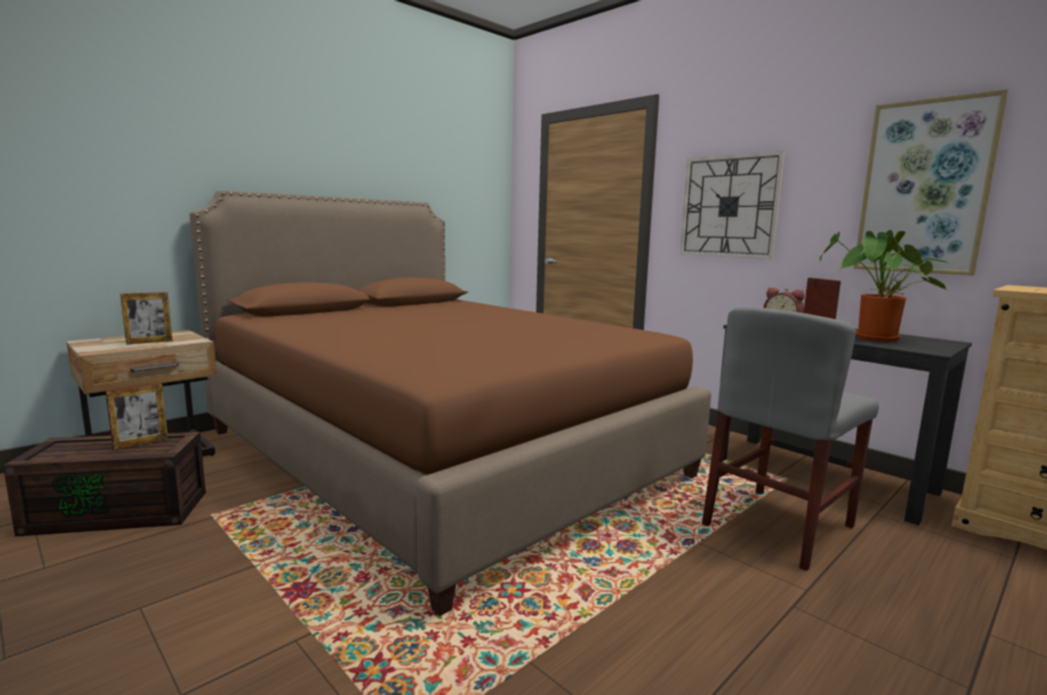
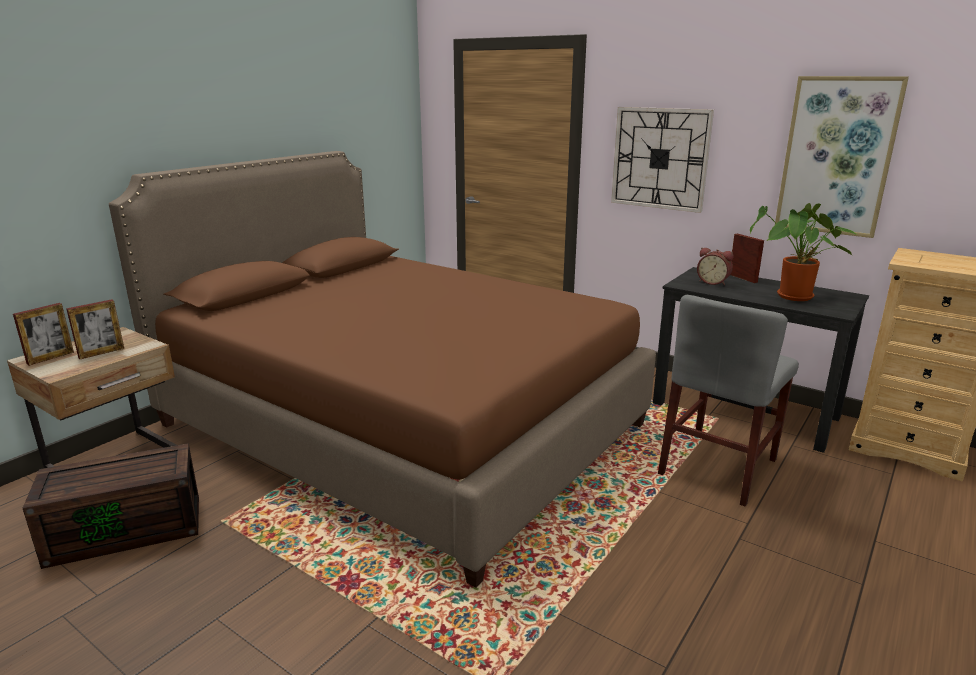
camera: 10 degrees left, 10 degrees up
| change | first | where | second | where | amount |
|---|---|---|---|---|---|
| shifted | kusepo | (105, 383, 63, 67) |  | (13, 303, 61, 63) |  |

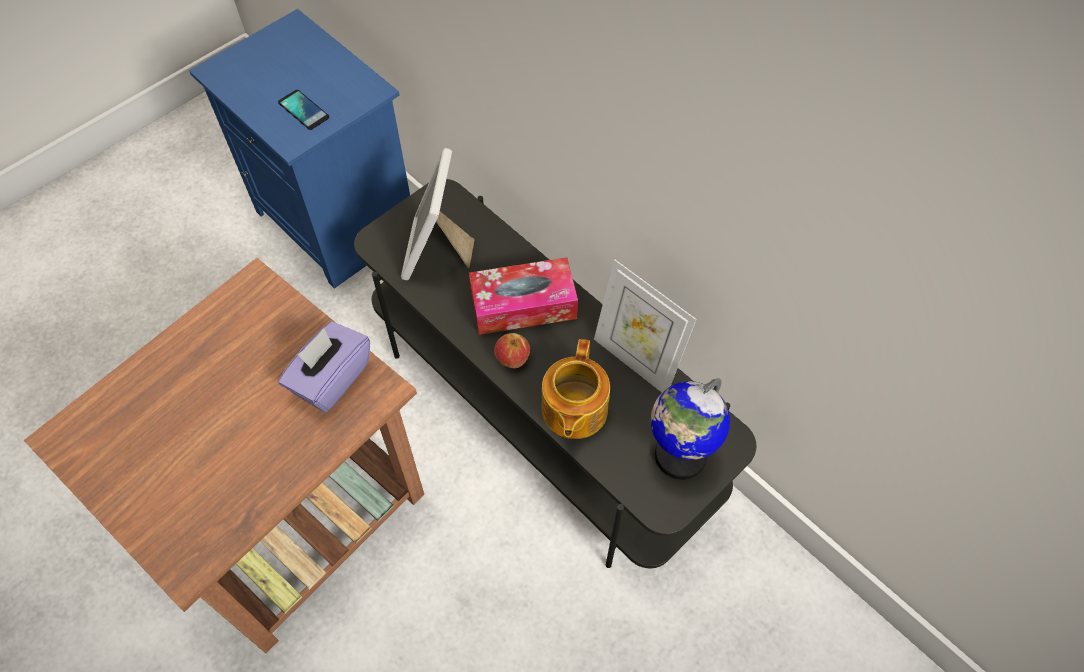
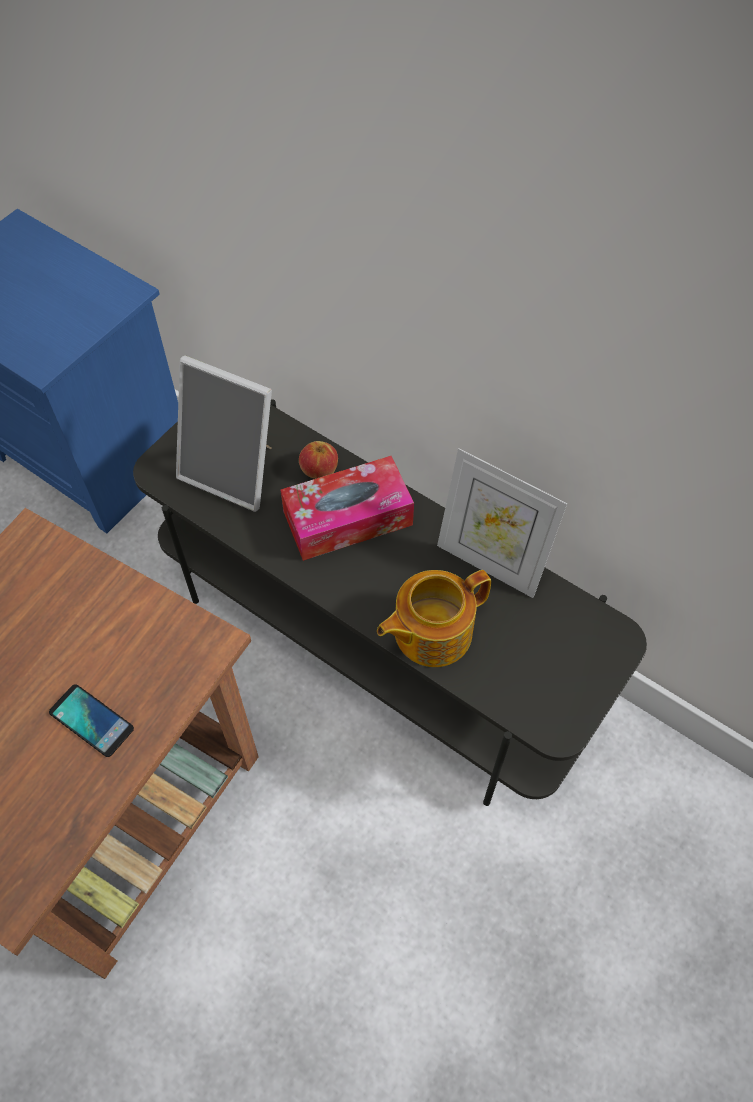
camera: 10 degrees left, 0 degrees up
| change | first | where | second | where | amount |
|---|---|---|---|---|---|
| shifted | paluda | (278, 90, 51, 40) |  | (49, 684, 85, 73) |  |
| gone | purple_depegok | (278, 321, 92, 91) |  |  |  |
| rotated | kusepo | (401, 148, 73, 132) |  | (176, 355, 96, 157) | 60 degrees counterclockwise |
| shifted | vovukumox | (494, 333, 36, 35) |  | (299, 441, 39, 38) |  |
| rotated | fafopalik | (542, 339, 68, 100) |  | (377, 570, 114, 97) | 60 degrees clockwise |
| gone | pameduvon | (651, 378, 79, 102) |  |  |  |

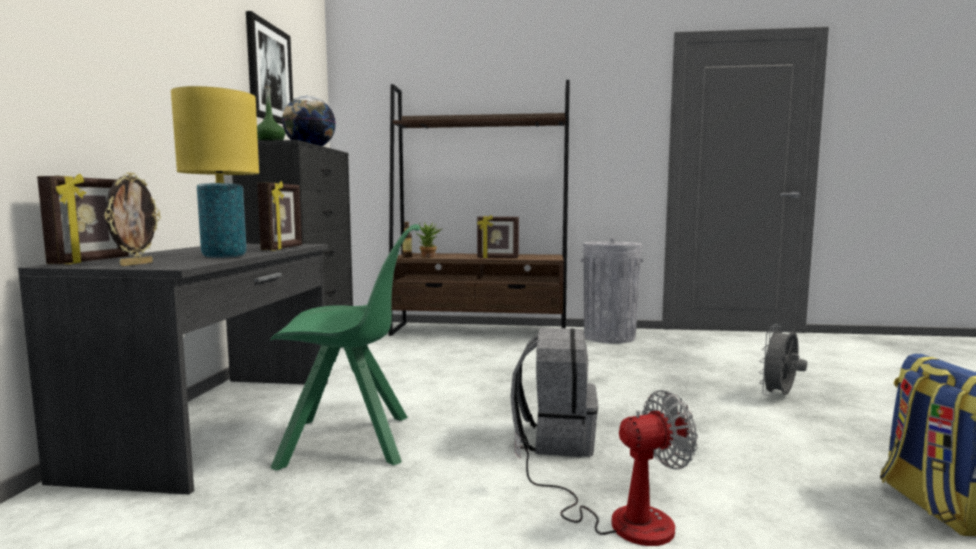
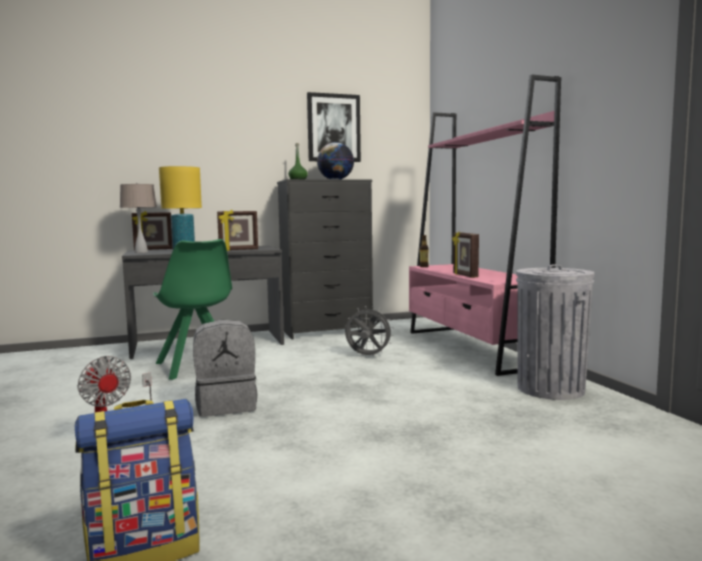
camera: 65 degrees right, 0 degrees up
| change | first | where | second | where | amount |
|---|---|---|---|---|---|
| swapped | kusepo | (104, 172, 57, 94) | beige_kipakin | (120, 183, 37, 70) |  |
| repainted | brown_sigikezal | (388, 80, 182, 256) | pink_sigikezal | (409, 75, 152, 301) |  |
| gone | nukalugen | (416, 222, 26, 36) |  |  |  |
| shifted | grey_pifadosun | (759, 324, 48, 72) |  | (345, 306, 49, 50) |  |

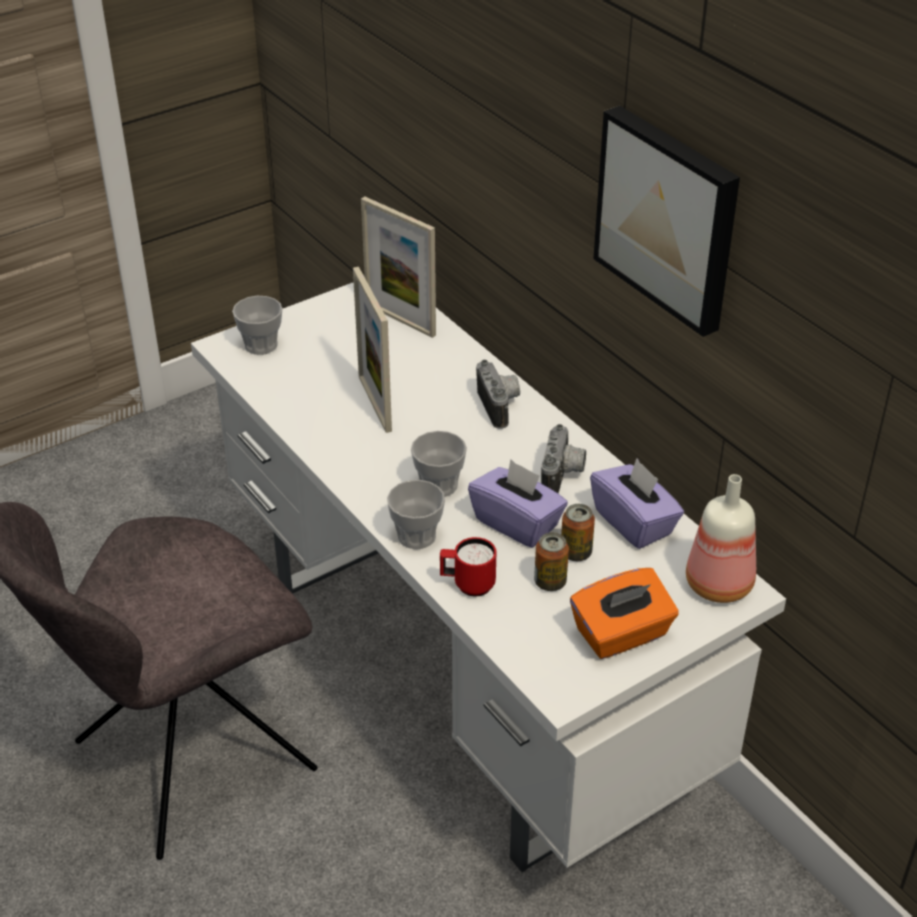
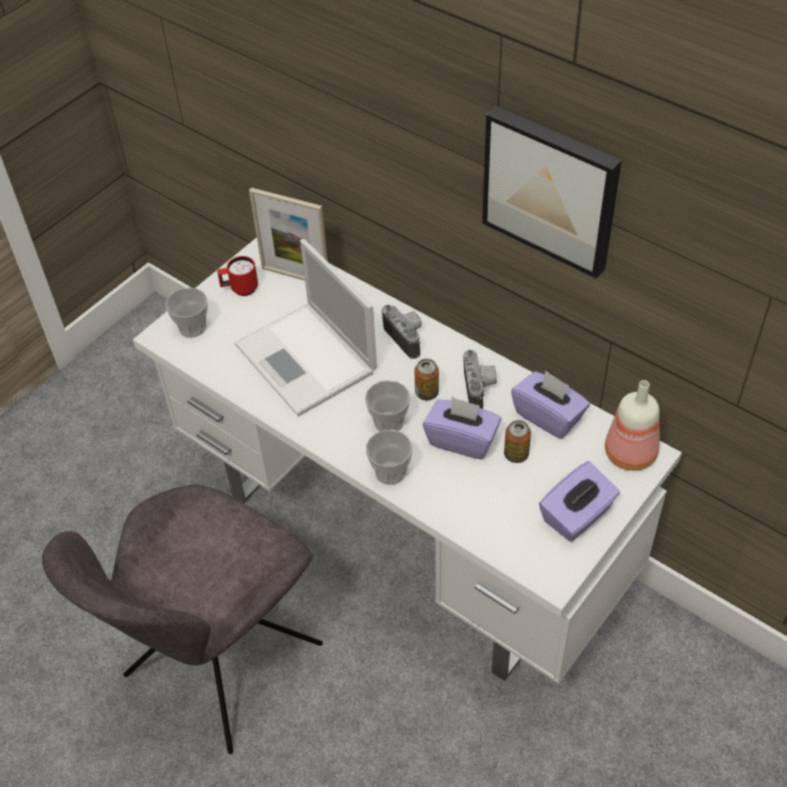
camera: 15 degrees left, 10 degrees up
| change | first | where | second | where | amount |
|---|---|---|---|---|---|
| swapped | kusepo | (353, 267, 39, 166) | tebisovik | (235, 239, 142, 177) |  |
| shifted | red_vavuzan | (440, 537, 56, 59) |  | (217, 256, 41, 40) |  |
| shifted | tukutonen | (534, 532, 35, 59) |  | (415, 359, 24, 41) |  |
| repainted | orange_depegok | (570, 568, 109, 91) | purple_depegok | (539, 461, 81, 81) |  |

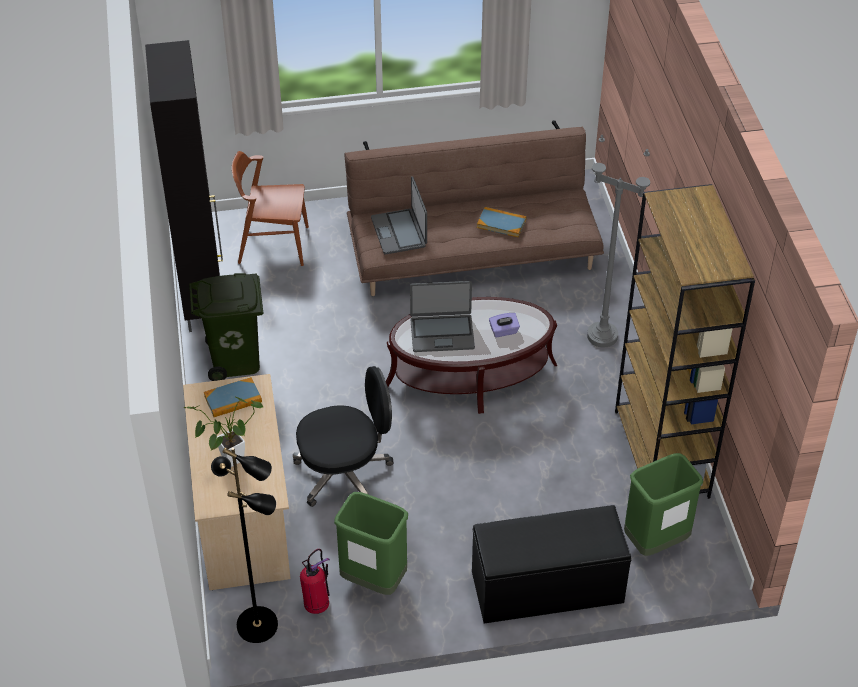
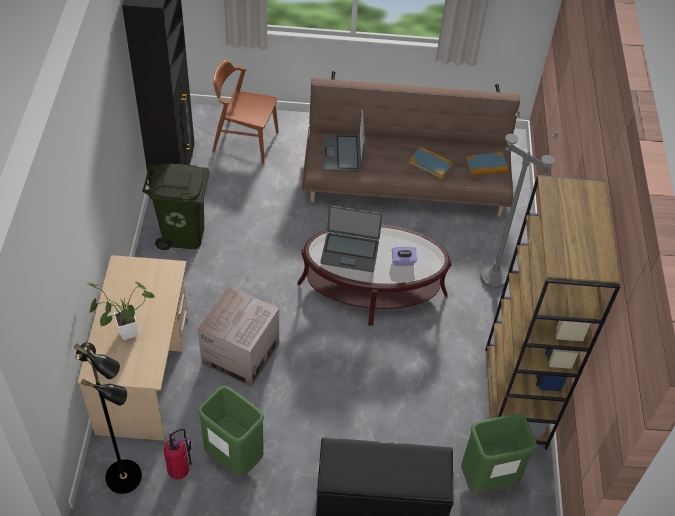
camera: 10 degrees right, 5 degrees up
| change | first | where | second | where | amount |
|---|---|---|---|---|---|
| shifted | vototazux | (204, 377, 58, 40) |  | (466, 152, 42, 23) |  |
| swapped | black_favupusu | (293, 366, 101, 141) | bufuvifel | (198, 286, 81, 101) |  |

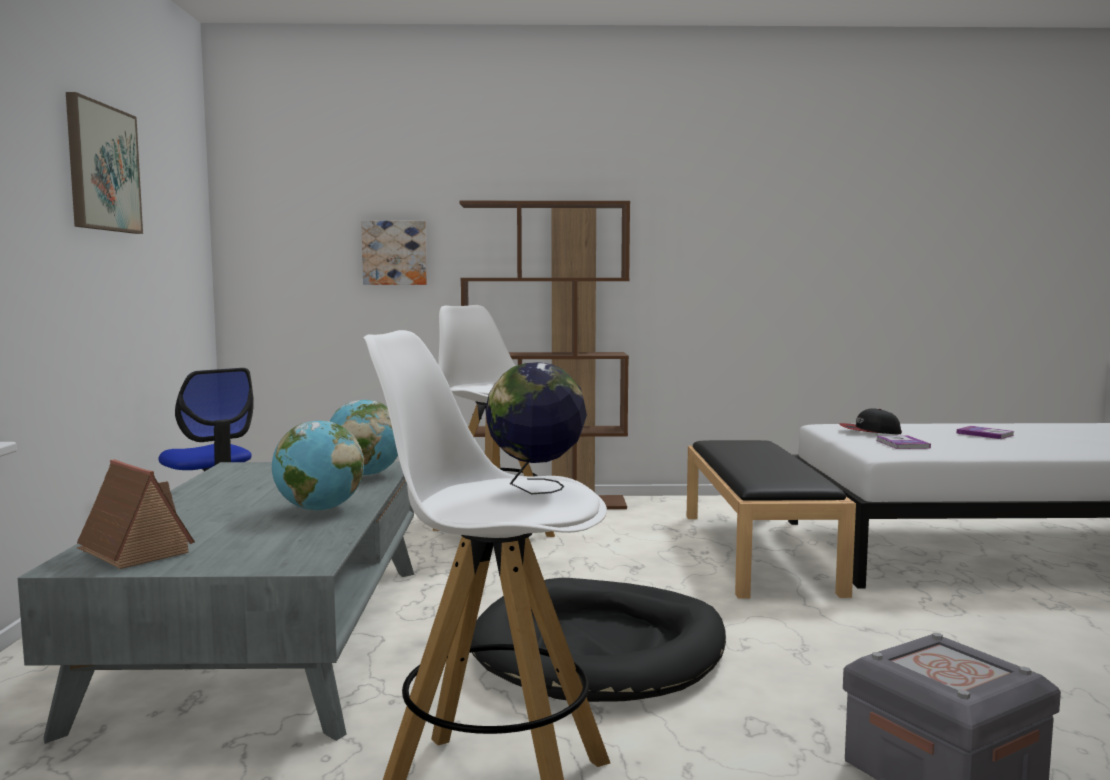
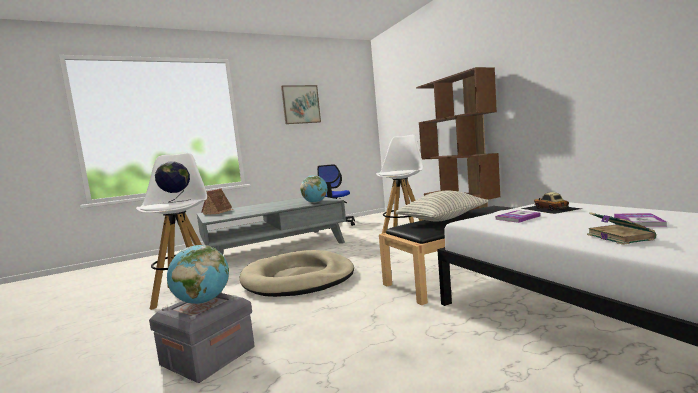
camera: 65 degrees right, 0 degrees up
| change | first | where | second | where | amount |
|---|---|---|---|---|---|
| shifted | pameduvon | (272, 421, 92, 90) |  | (167, 245, 62, 59) |  |
| gone | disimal | (361, 221, 66, 64) |  |  |  |
| repainted | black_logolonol | (471, 578, 255, 124) | beige_logolonol | (240, 250, 114, 47) |  |
| swapped | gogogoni | (839, 408, 63, 26) | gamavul | (520, 192, 61, 22) |  |
| new |  |  | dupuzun | (396, 191, 93, 30) |  |
| new |  |  | vototazux | (587, 212, 69, 33) |  |

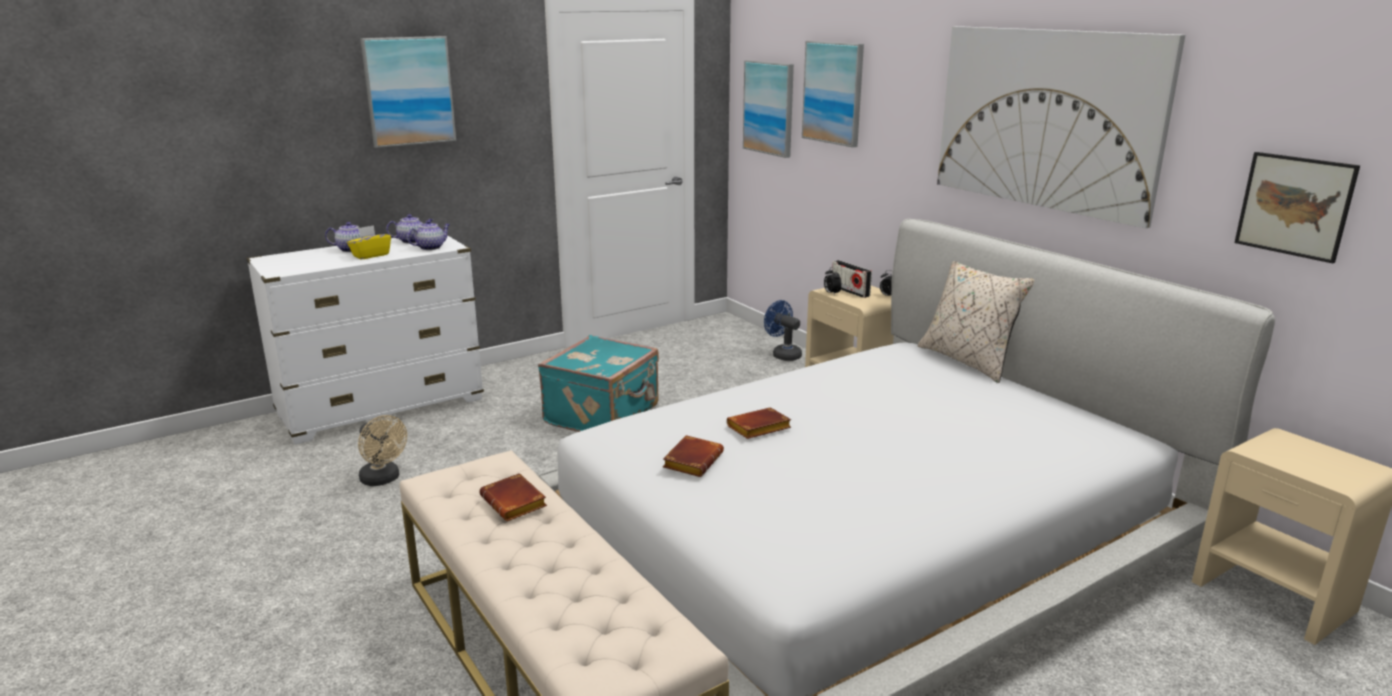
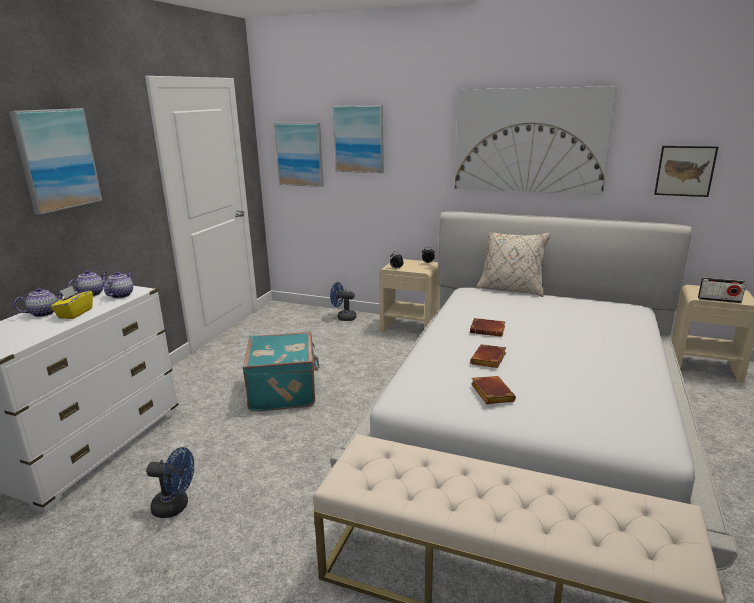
camera: 35 degrees left, 0 degrees up
| change | first | where | second | where | amount |
|---|---|---|---|---|---|
| repainted | beige_pifadosun | (358, 415, 49, 71) | blue_pifadosun | (146, 447, 48, 71) |  |
| shifted | brown_vototazux | (479, 473, 68, 48) |  | (470, 318, 35, 19) |  |
| shifted | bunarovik | (832, 260, 40, 38) |  | (698, 277, 48, 26) |  |

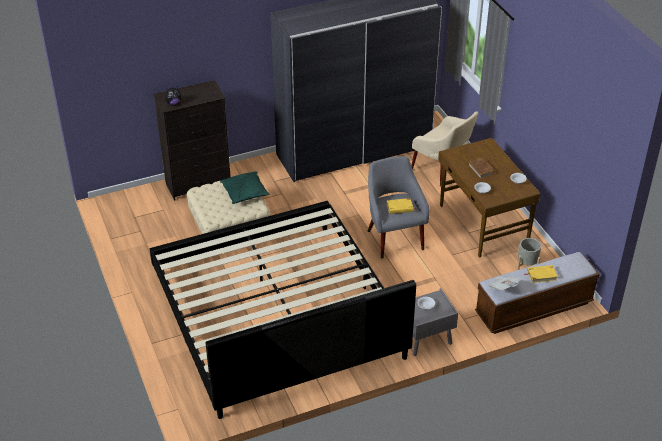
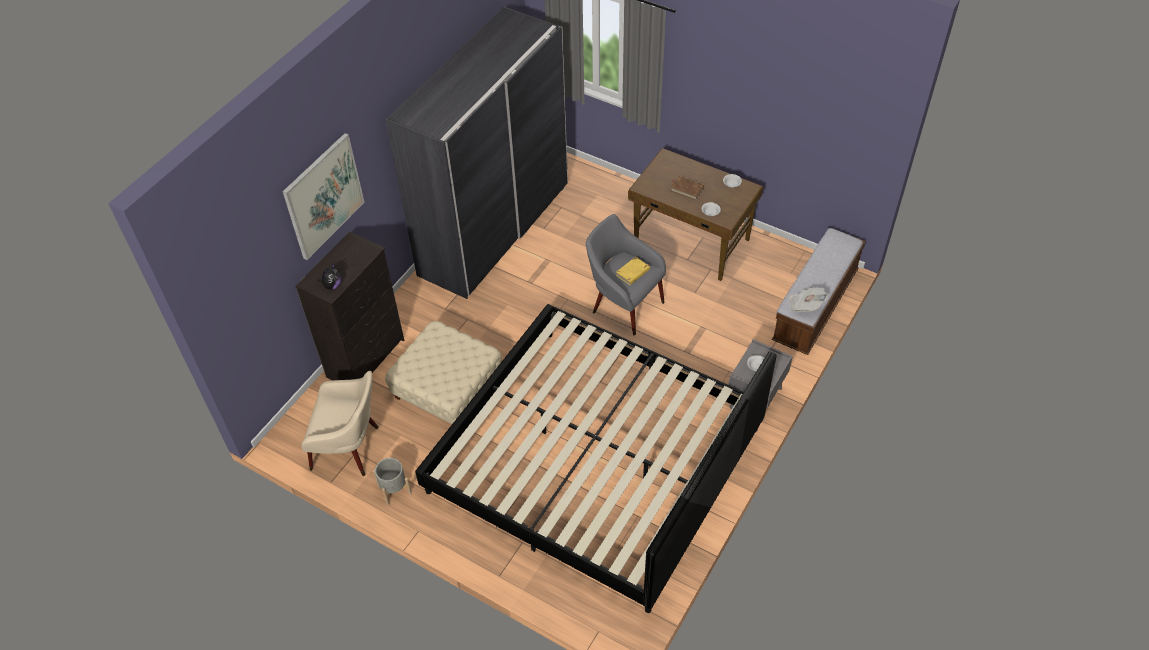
camera: 35 degrees left, 10 degrees up
| change | first | where | second | where | amount |
|---|---|---|---|---|---|
| gone | green_dupuzun | (220, 171, 50, 33) |  |  |  |
| shifted | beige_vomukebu | (411, 112, 67, 75) |  | (301, 371, 77, 105) |  |
| shifted | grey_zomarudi | (517, 238, 24, 32) |  | (373, 458, 39, 47) |  |
| gone | yellow_vototazux | (524, 265, 34, 18) |  |  |  |
| new |  |  | disimal | (282, 133, 83, 127) |  |

